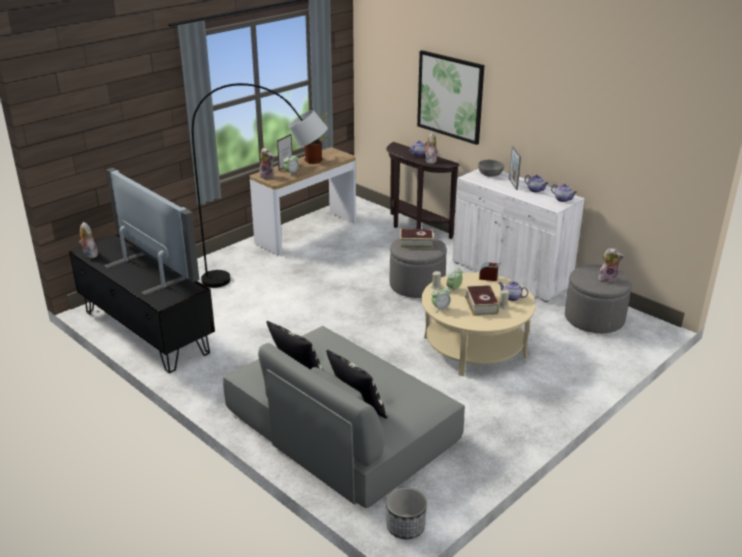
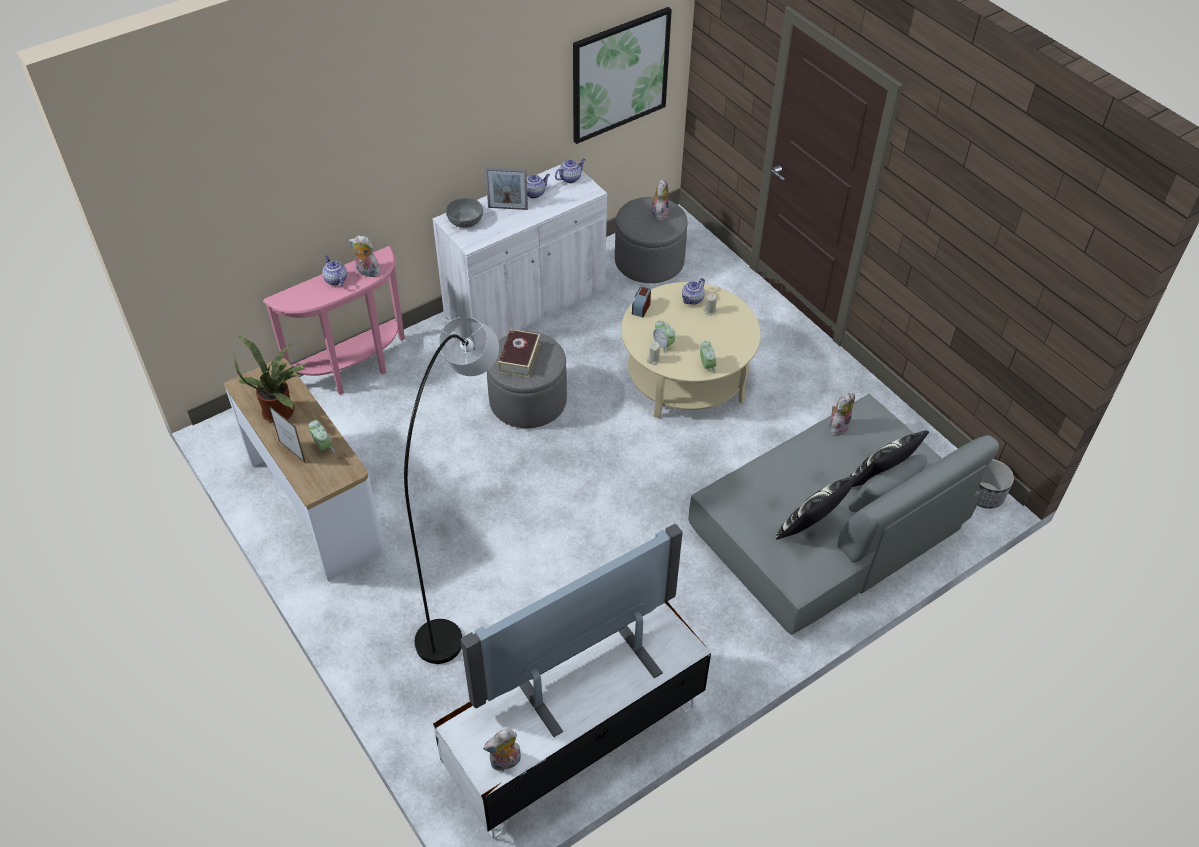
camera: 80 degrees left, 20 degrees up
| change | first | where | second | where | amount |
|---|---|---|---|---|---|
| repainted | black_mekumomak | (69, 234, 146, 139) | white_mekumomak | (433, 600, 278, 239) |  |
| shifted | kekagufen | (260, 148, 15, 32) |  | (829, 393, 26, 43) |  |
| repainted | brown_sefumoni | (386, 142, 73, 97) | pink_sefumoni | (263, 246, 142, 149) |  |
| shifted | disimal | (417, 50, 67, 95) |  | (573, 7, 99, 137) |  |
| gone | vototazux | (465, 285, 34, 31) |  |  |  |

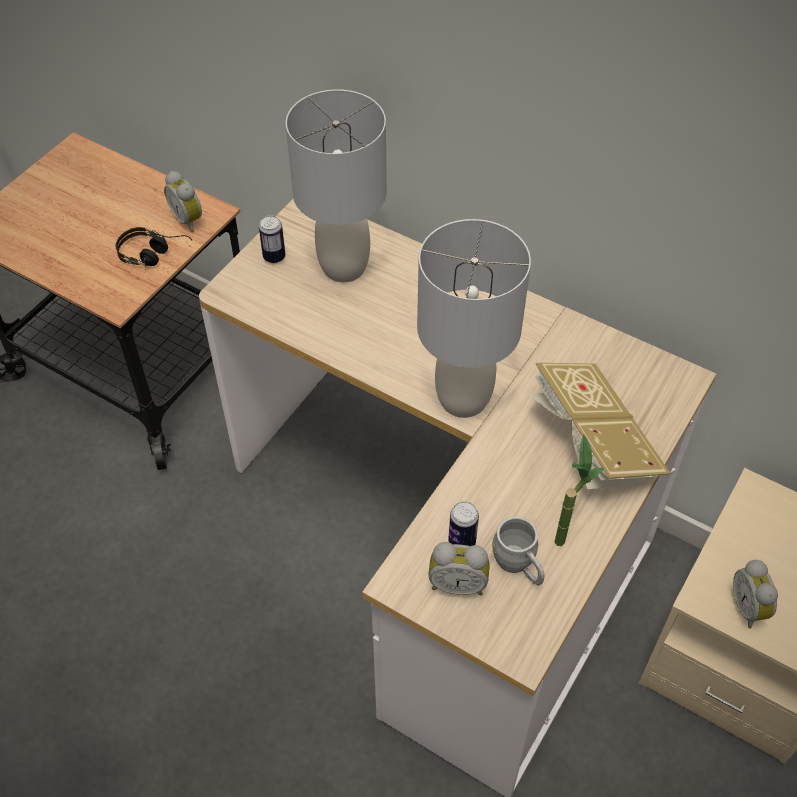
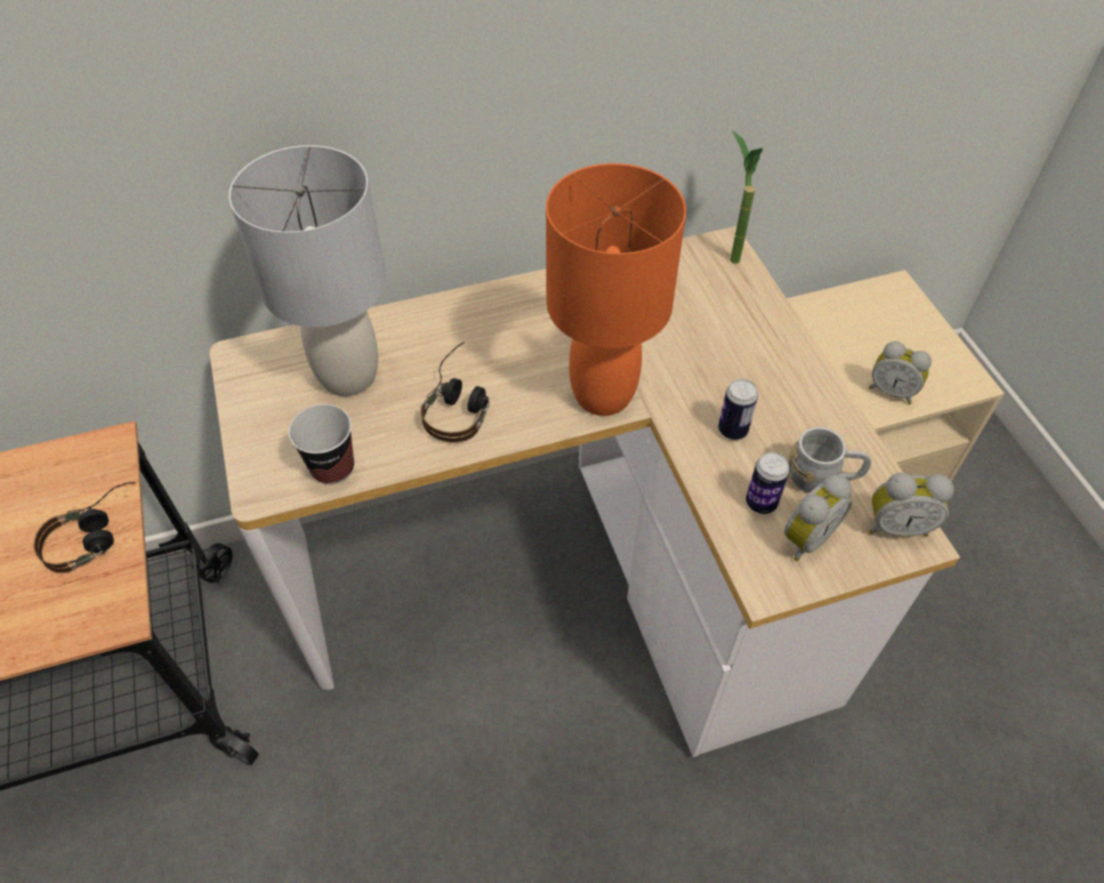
camera: 50 degrees left, 0 degrees up
| change | first | where | second | where | amount |
|---|---|---|---|---|---|
| shifted | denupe | (164, 171, 38, 62) |  | (869, 473, 85, 64) |  |
| shifted | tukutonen | (259, 215, 26, 48) |  | (718, 379, 40, 61) |  |
| repainted | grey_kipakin | (417, 219, 114, 199) | orange_kipakin | (546, 163, 140, 253) |  |
| gone | vototazux | (528, 363, 143, 126) |  |  |  |
| shifted | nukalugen | (554, 435, 51, 111) |  | (730, 131, 33, 133) |  |
| new |  |  | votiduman | (288, 404, 66, 81) |  |
| new |  |  | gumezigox | (421, 342, 69, 101) |  |

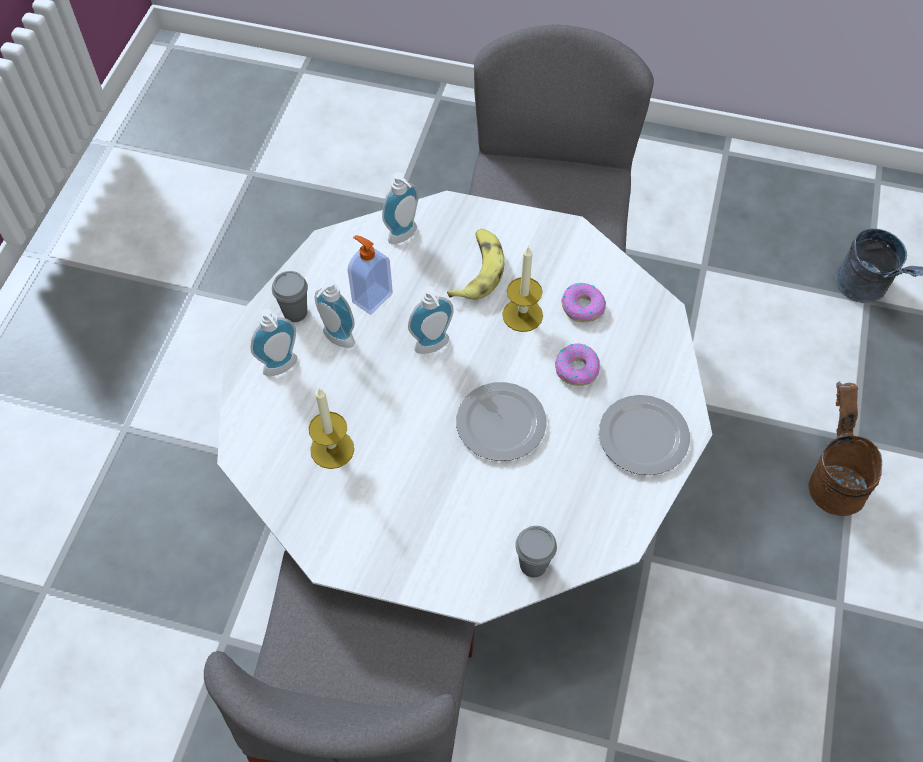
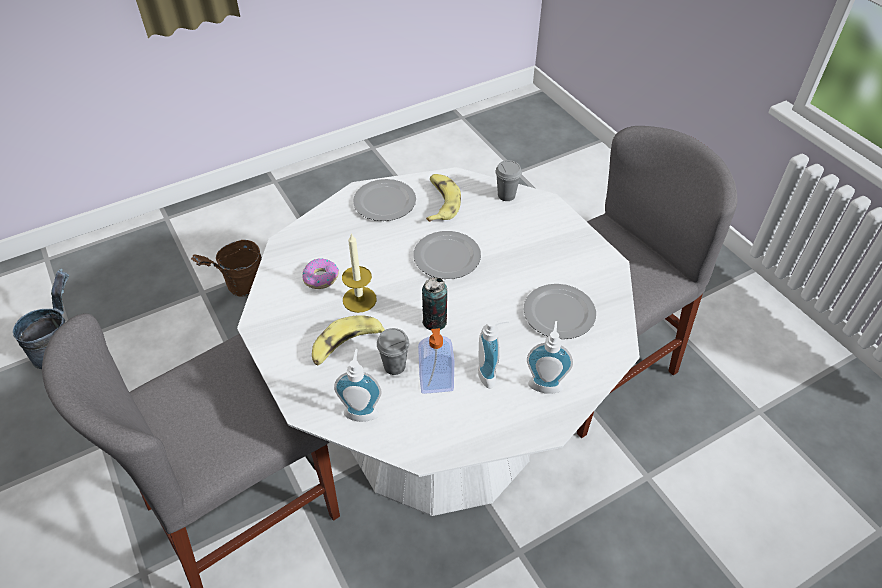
camera: 135 degrees left, 10 degrees down
| change | first | where | second | where | amount |
|---|---|---|---|---|---|
| shifted | grey_votiduman | (272, 271, 36, 51) |  | (377, 328, 32, 47) |  |
| swapped | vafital | (309, 387, 45, 82) | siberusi | (523, 284, 73, 55) |  |
| swapped | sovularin | (408, 286, 46, 68) | tukutonen | (422, 278, 25, 52) |  |
| gone | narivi | (555, 343, 45, 43) |  |  |  |
| new |  |  | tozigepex | (426, 174, 35, 48) |  |

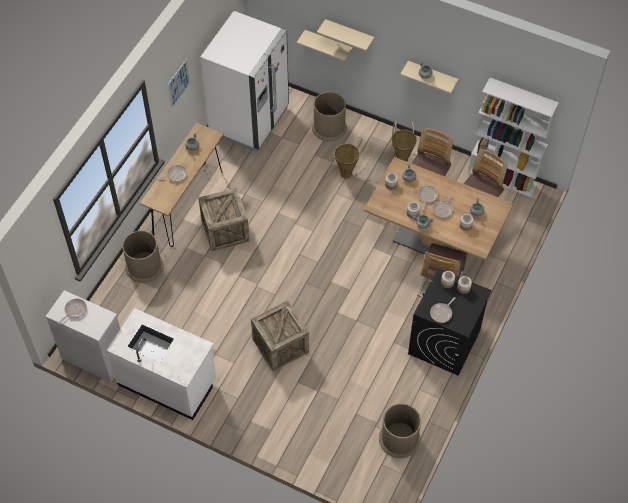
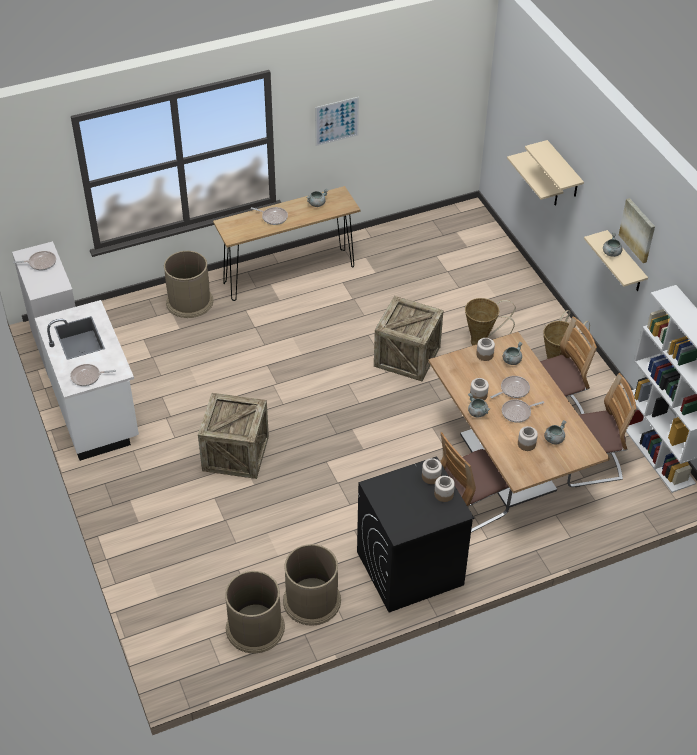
camera: 40 degrees right, 10 degrees down
| change | first | where | second | where | amount |
|---|---|---|---|---|---|
| shifted | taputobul | (198, 188, 51, 63) |  | (374, 296, 70, 85) |  |
| gone | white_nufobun | (200, 11, 89, 141) |  |  |  |
| shifted | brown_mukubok | (312, 92, 35, 49) |  | (283, 544, 58, 82) |  |
| shifted | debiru | (430, 297, 26, 26) |  | (70, 364, 46, 22) |  |
| new |  |  | disimal | (619, 198, 36, 65) |  |

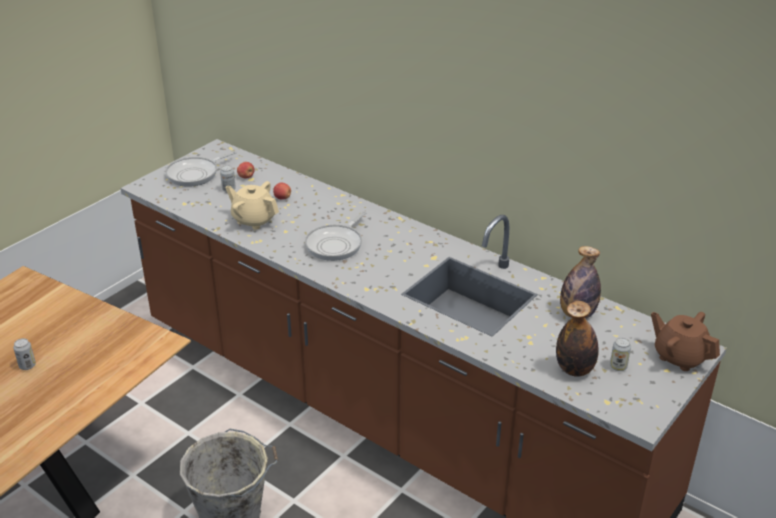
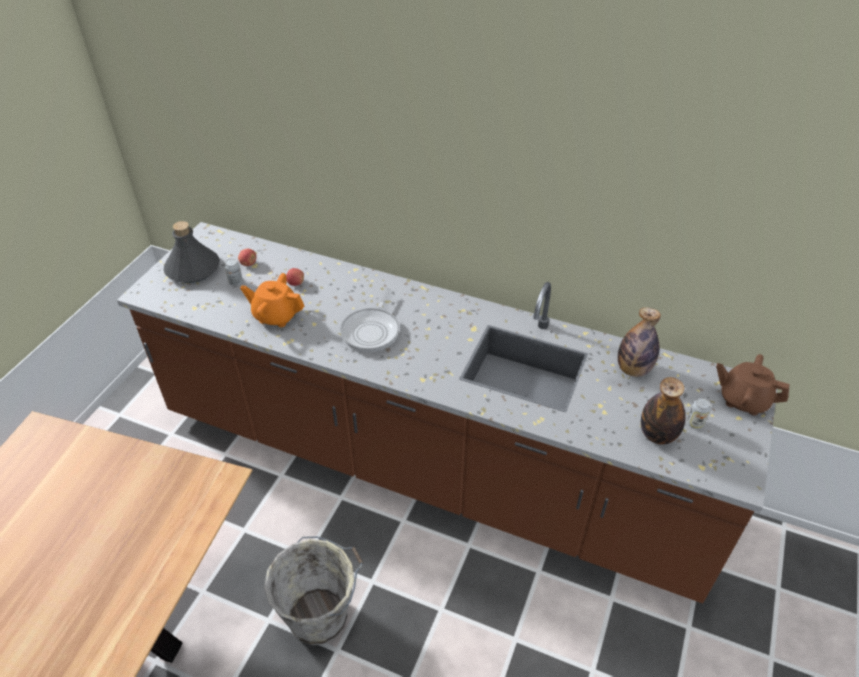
camera: 15 degrees left, 10 degrees up
| change | first | where | second | where | amount |
|---|---|---|---|---|---|
| gone | tukutonen | (13, 338, 23, 32) |  |  |  |
| swapped | debiru | (165, 151, 72, 36) | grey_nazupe | (164, 221, 56, 62) |  |
| repainted | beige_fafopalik | (225, 181, 54, 49) | orange_fafopalik | (240, 273, 64, 54) |  |

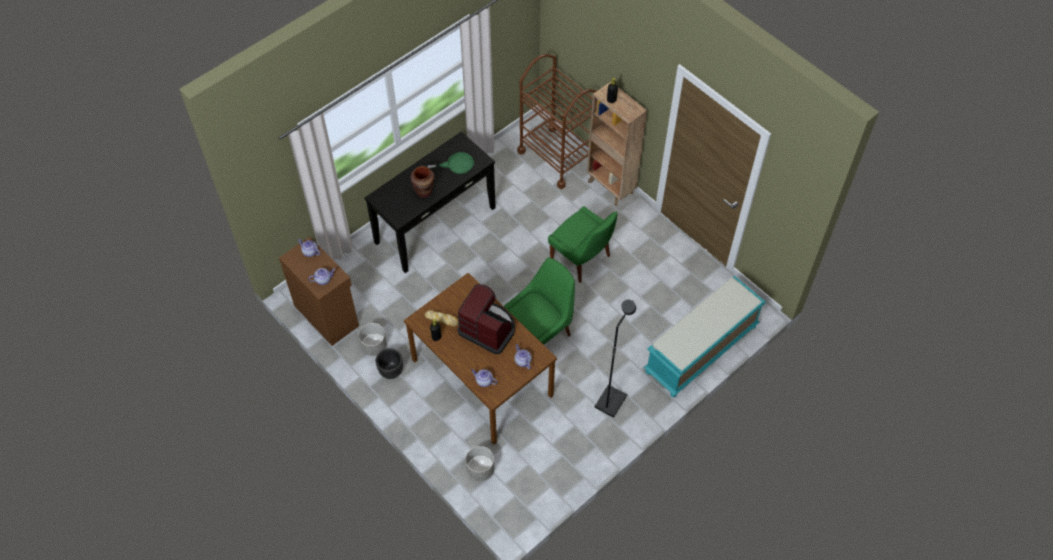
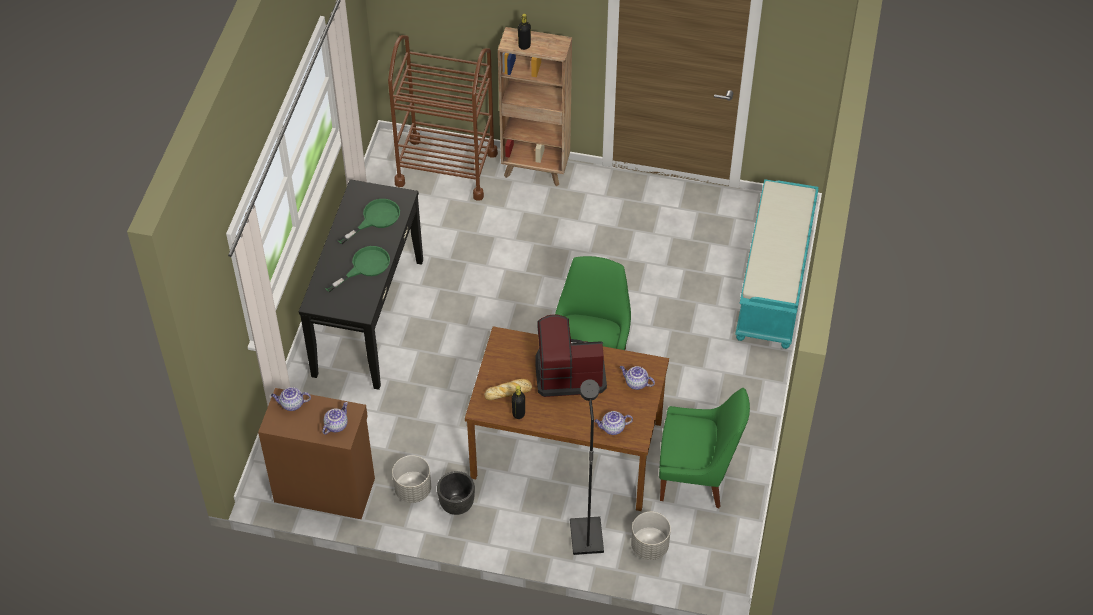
camera: 35 degrees left, 5 degrees down
| change | first | where | second | where | amount |
|---|---|---|---|---|---|
| swapped | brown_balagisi | (411, 166, 23, 32) | green_debiru | (325, 246, 65, 46) |  |
| shifted | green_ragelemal | (548, 206, 70, 77) |  | (659, 388, 91, 120) |  |
| shifted | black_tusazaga | (595, 300, 41, 118) |  | (570, 379, 34, 176) |  |

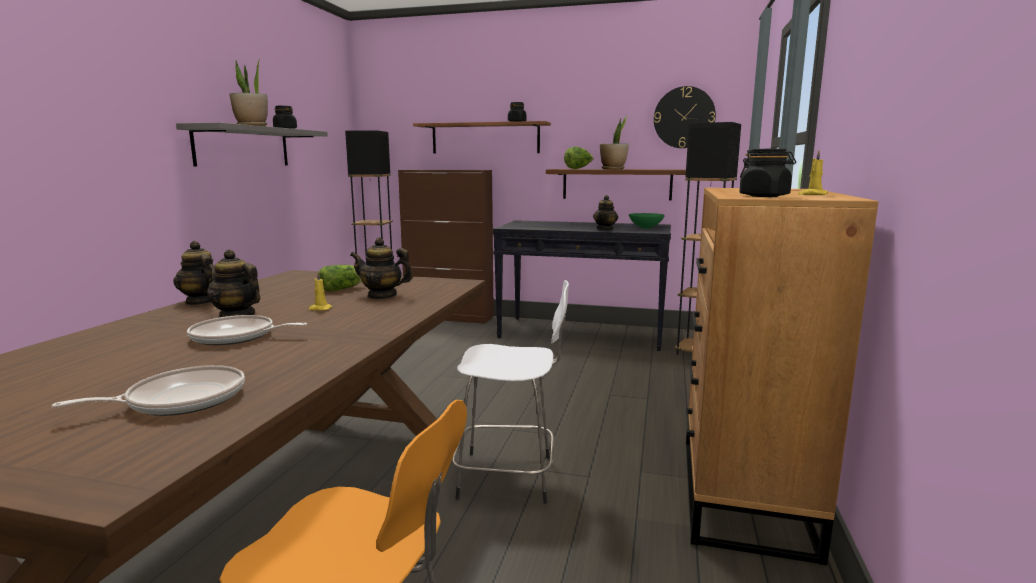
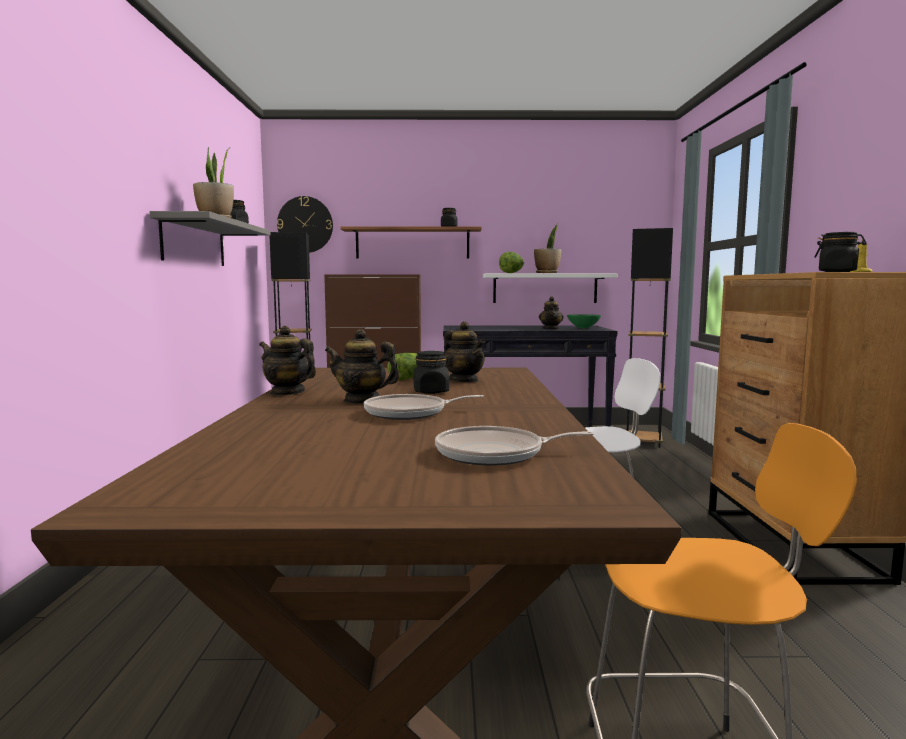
camera: 15 degrees left, 5 degrees down
| change | first | where | second | where | amount |
|---|---|---|---|---|---|
| rotated | debiru | (51, 365, 194, 51) |  | (435, 426, 159, 40) | 135 degrees counterclockwise |
| swapped | yellow_vafital | (309, 272, 23, 39) | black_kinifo | (414, 351, 35, 43) |  |
| rotated | fafopalik | (350, 238, 63, 61) |  | (444, 321, 41, 61) | 120 degrees counterclockwise |
| repainted | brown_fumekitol | (546, 169, 140, 32) | white_fumekitol | (483, 273, 135, 30) |  |
| shifted | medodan | (654, 86, 62, 62) |  | (277, 196, 56, 57) |  |

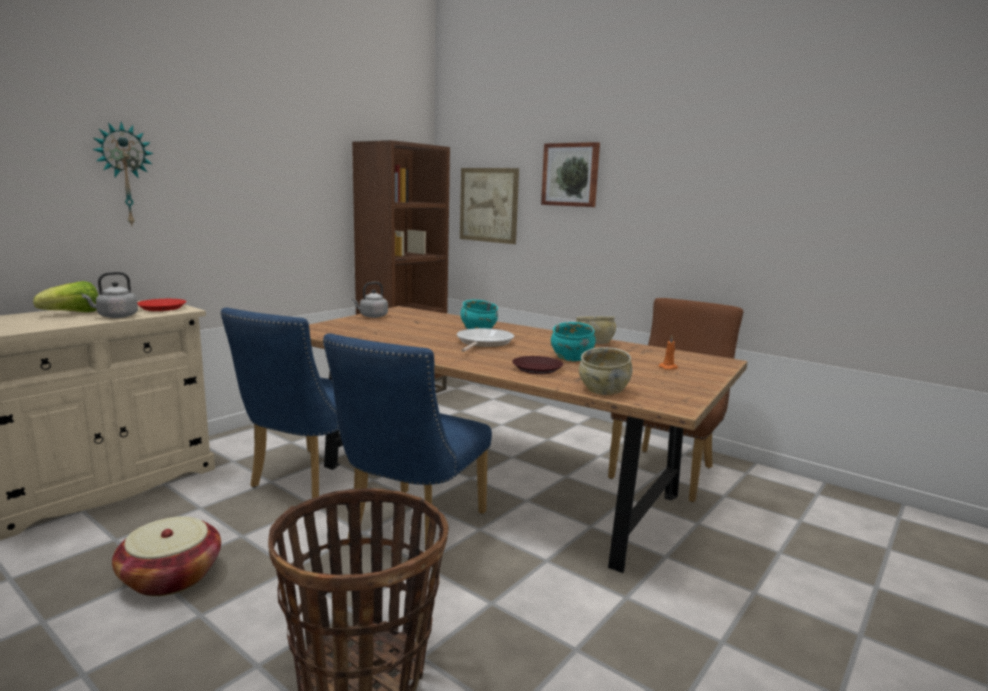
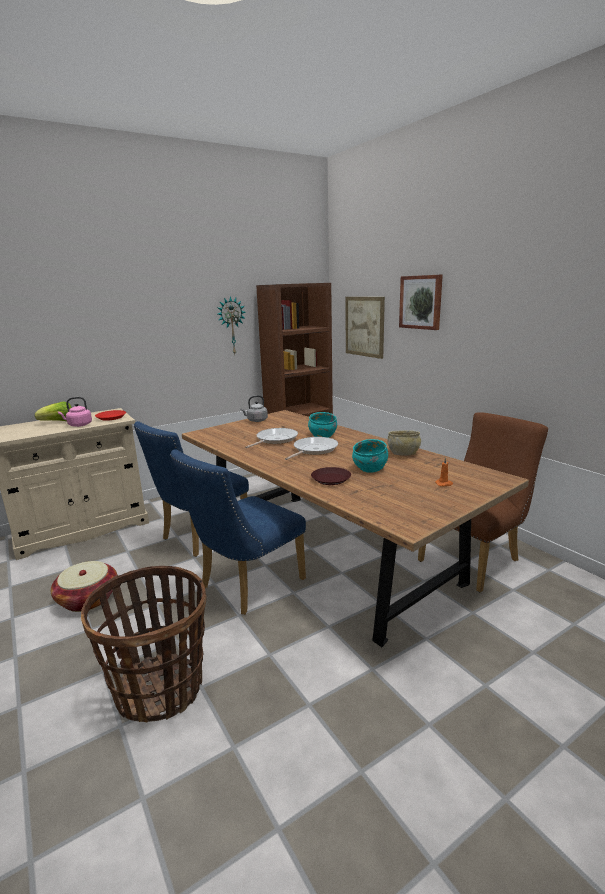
camera: 20 degrees right, 5 degrees up
| change | first | where | second | where | amount |
|---|---|---|---|---|---|
| repainted | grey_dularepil | (82, 272, 56, 46) | pink_dularepil | (58, 397, 34, 30) |  |
| shifted | medodan | (92, 122, 62, 104) |  | (217, 296, 29, 58) |  |
| gone | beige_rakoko | (579, 347, 54, 48) |  |  |  |
| new |  |  | debiru | (245, 428, 53, 20) |  |

